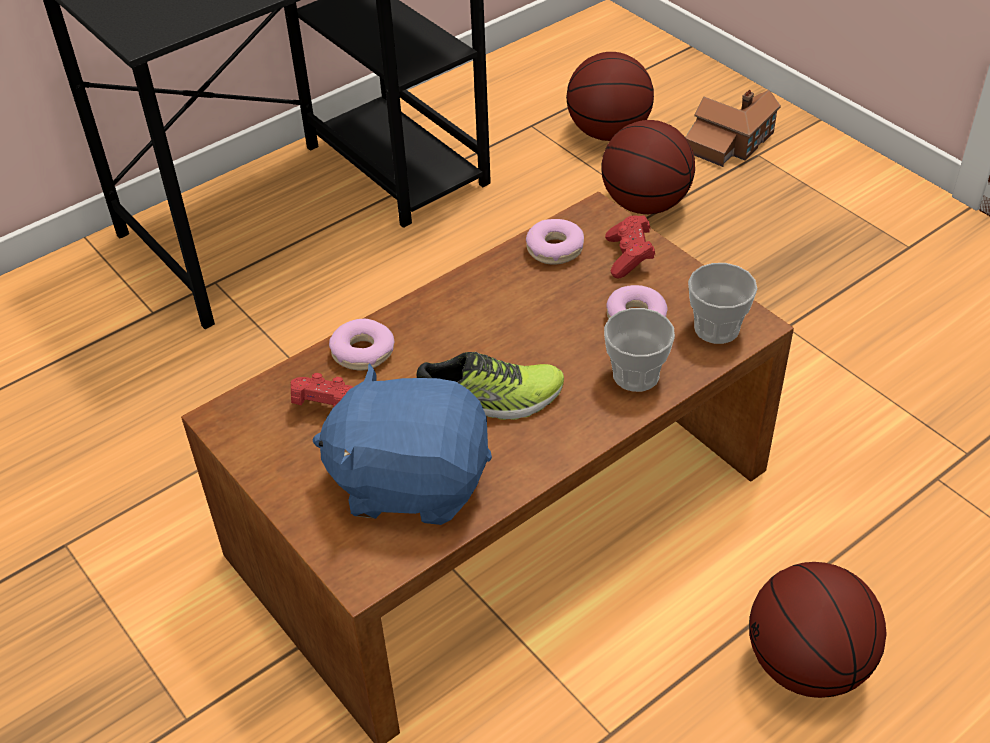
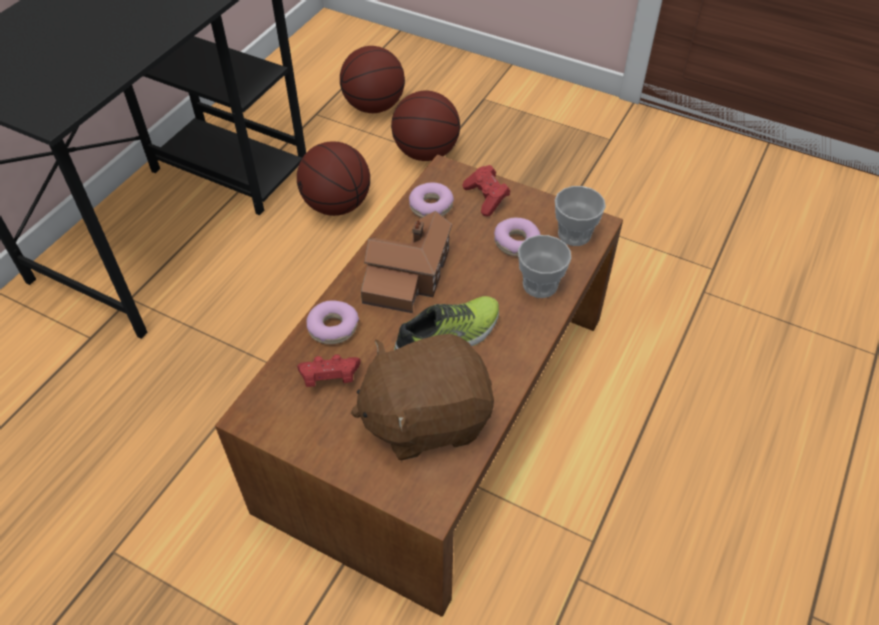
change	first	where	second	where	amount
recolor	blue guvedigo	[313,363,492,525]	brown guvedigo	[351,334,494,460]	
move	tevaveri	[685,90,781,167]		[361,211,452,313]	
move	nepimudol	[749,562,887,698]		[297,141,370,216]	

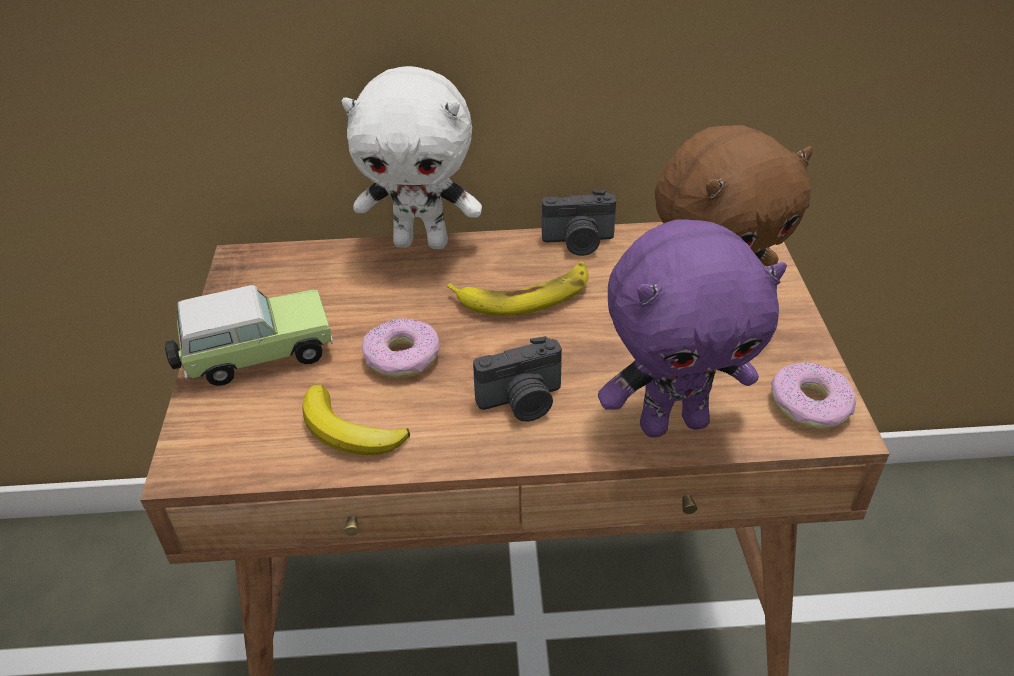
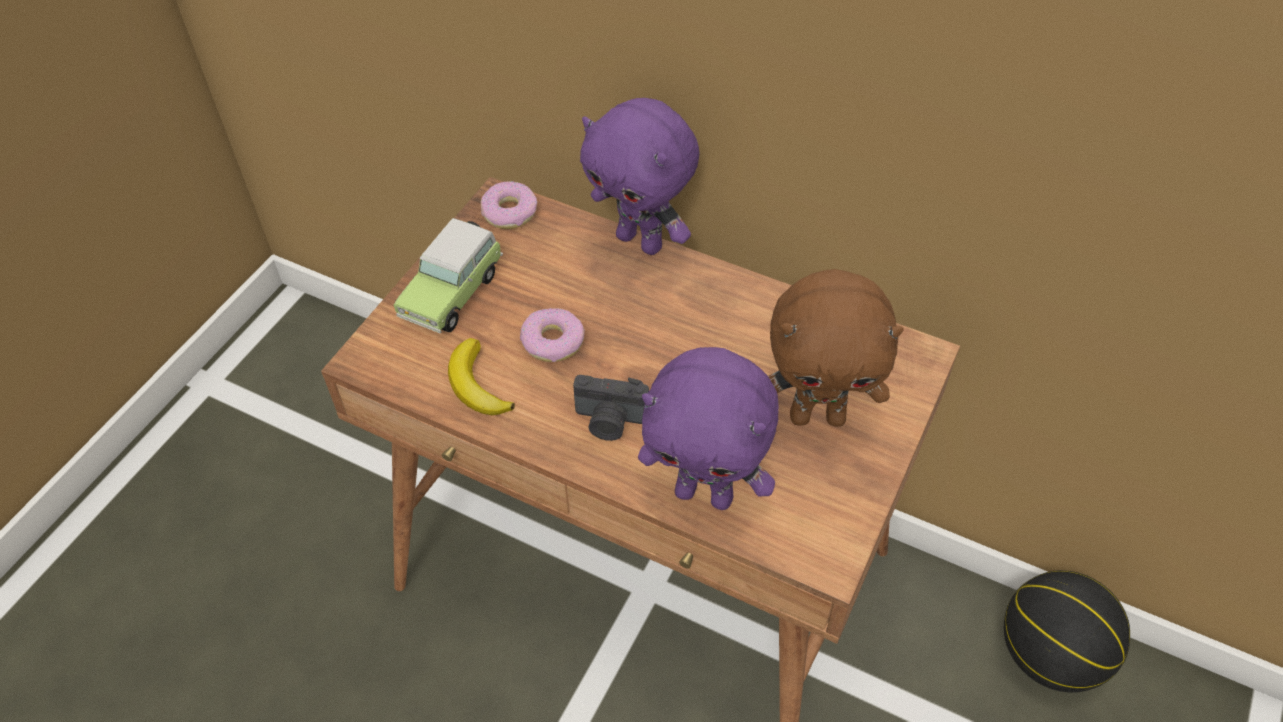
change	first	where	second	where	amount
rotate	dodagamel	[165,285,334,386]		[394,218,503,334]	105 degrees clockwise
recolor	white guvedigo	[342,66,482,249]	purple guvedigo	[580,98,699,255]	
delete	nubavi	[447,262,589,316]			
delete	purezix	[542,190,616,256]			
move	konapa	[771,362,856,430]		[481,181,537,229]	
insert			nepimudol	[1004,570,1130,693]	

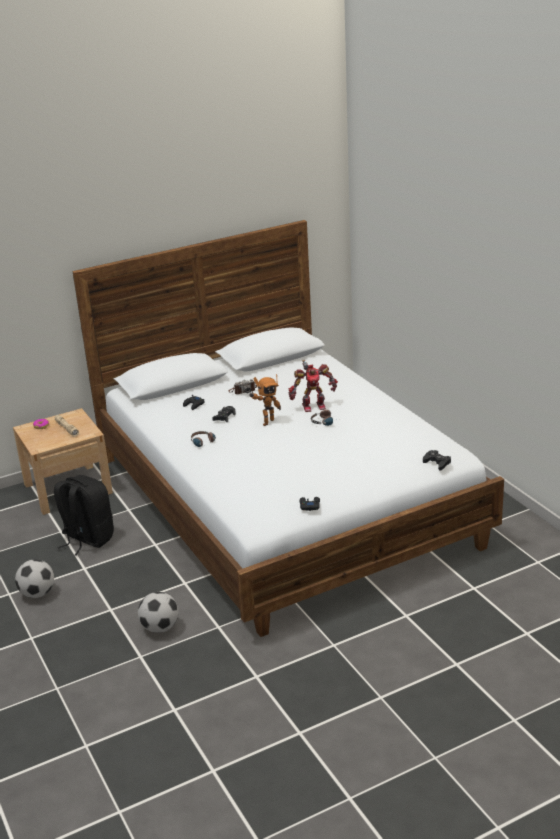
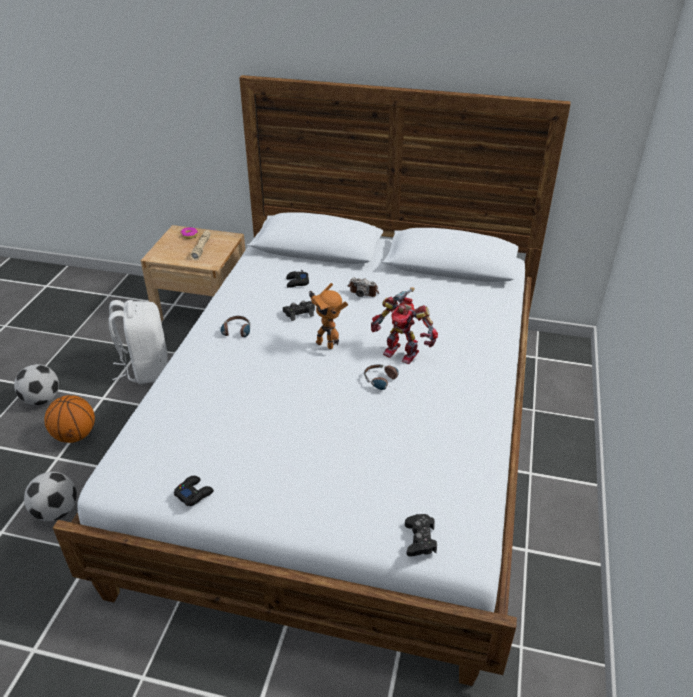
change	first	where	second	where	amount
recolor	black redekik	[54,475,114,556]	white redekik	[109,300,168,384]	
rotate	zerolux	[249,374,281,426]		[308,283,348,349]	45 degrees clockwise
insert			nepimudol	[44,395,95,443]	

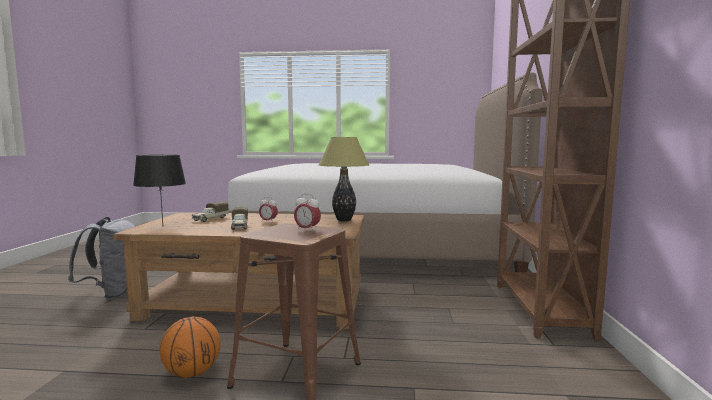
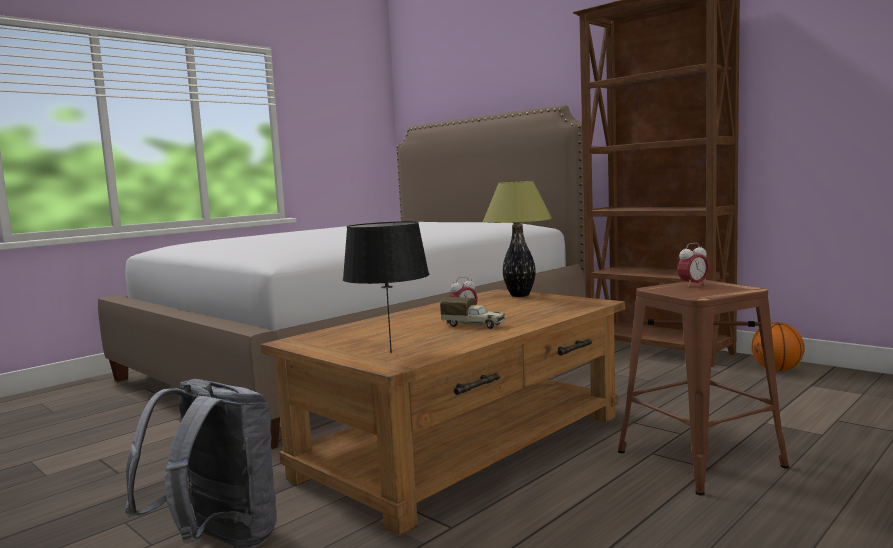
change	first	where	second	where	amount
move	nepimudol	[160,317,221,378]		[751,322,805,371]	
delete	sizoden	[192,201,229,222]			

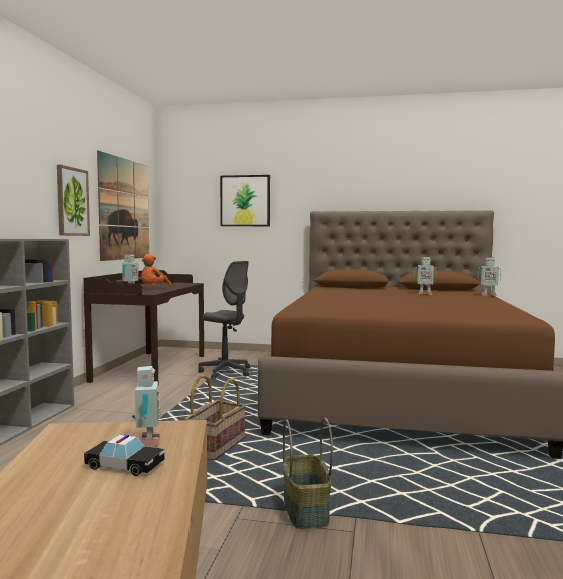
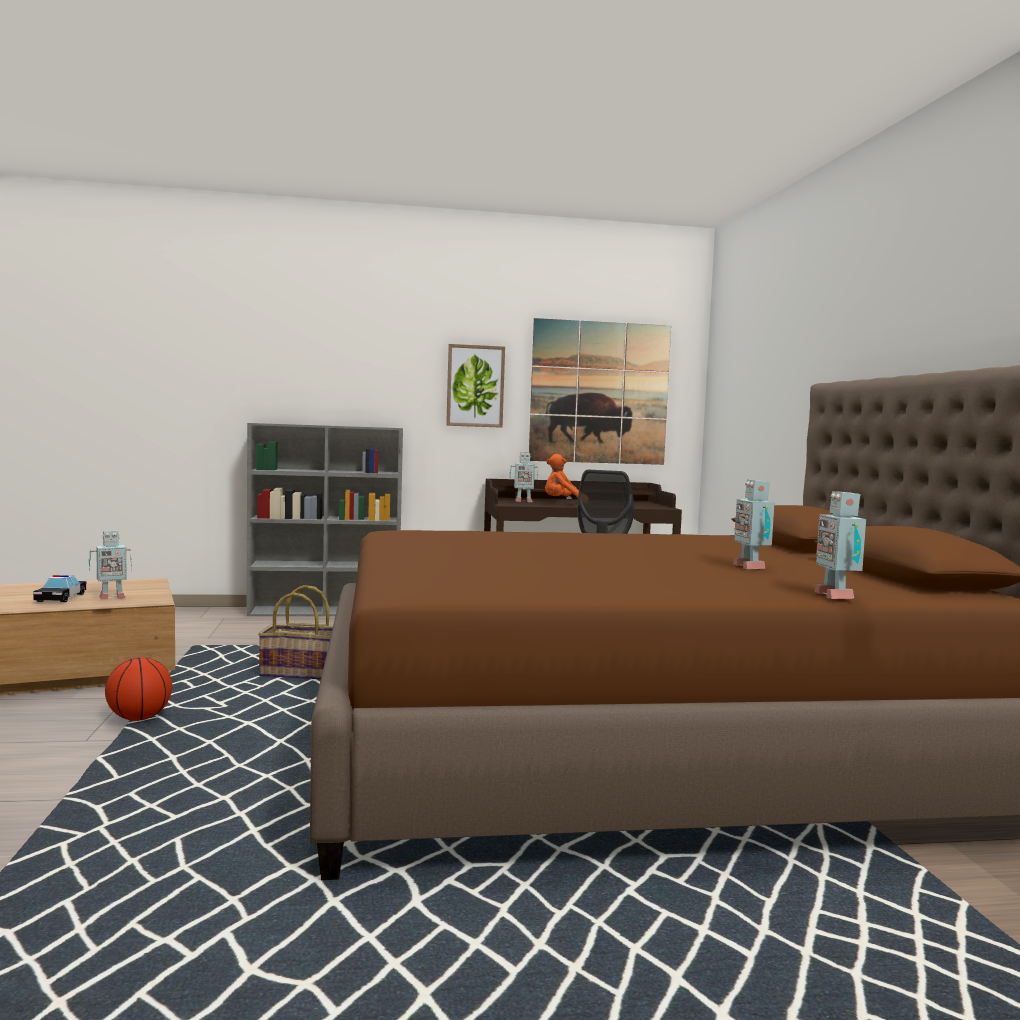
change	first	where	second	where	amount
delete	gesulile	[220,175,270,226]			
replace	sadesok	[283,418,333,529]	nepimudol	[105,657,172,721]	

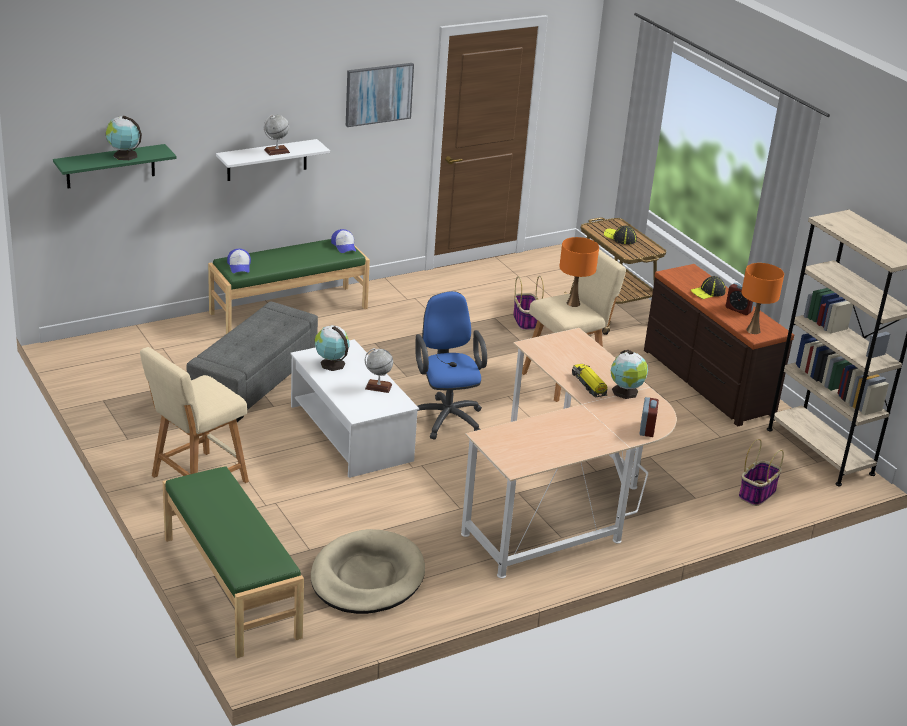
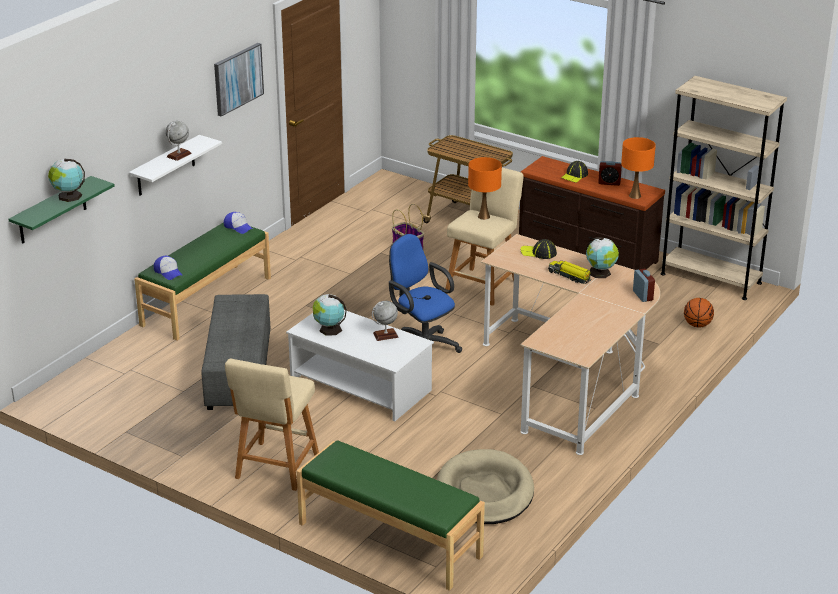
change	first	where	second	where	amount
move	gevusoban	[604,226,637,245]		[521,239,557,259]	
replace	sadesok	[739,439,784,506]	nepimudol	[684,298,714,327]	

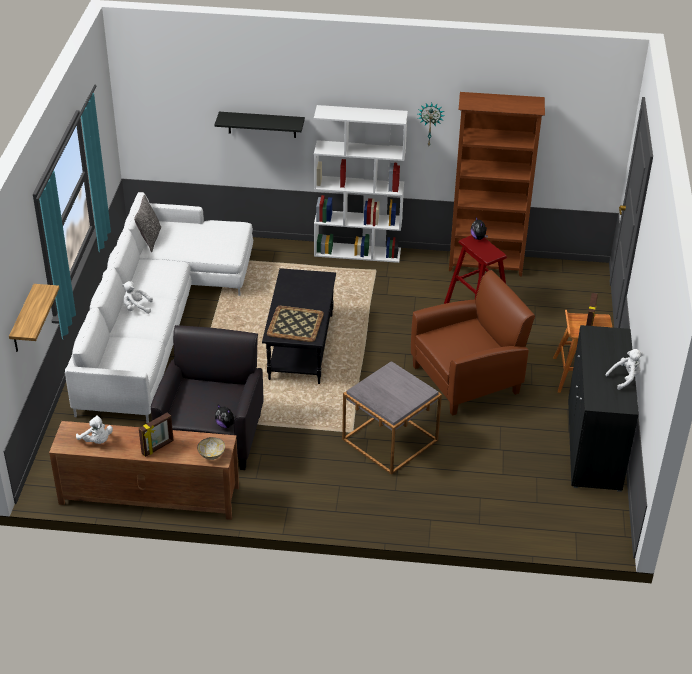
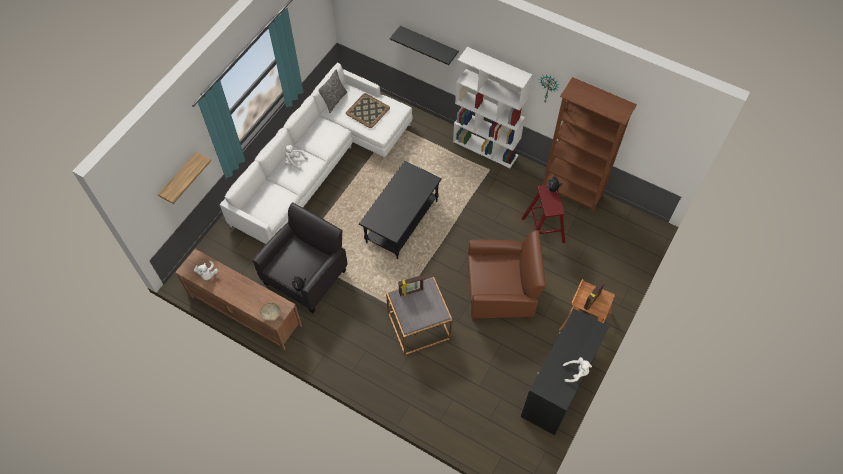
change	first	where	second	where	amount
move	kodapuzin	[139,412,174,457]		[398,275,423,296]	
move	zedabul	[267,306,324,342]		[346,93,390,128]	

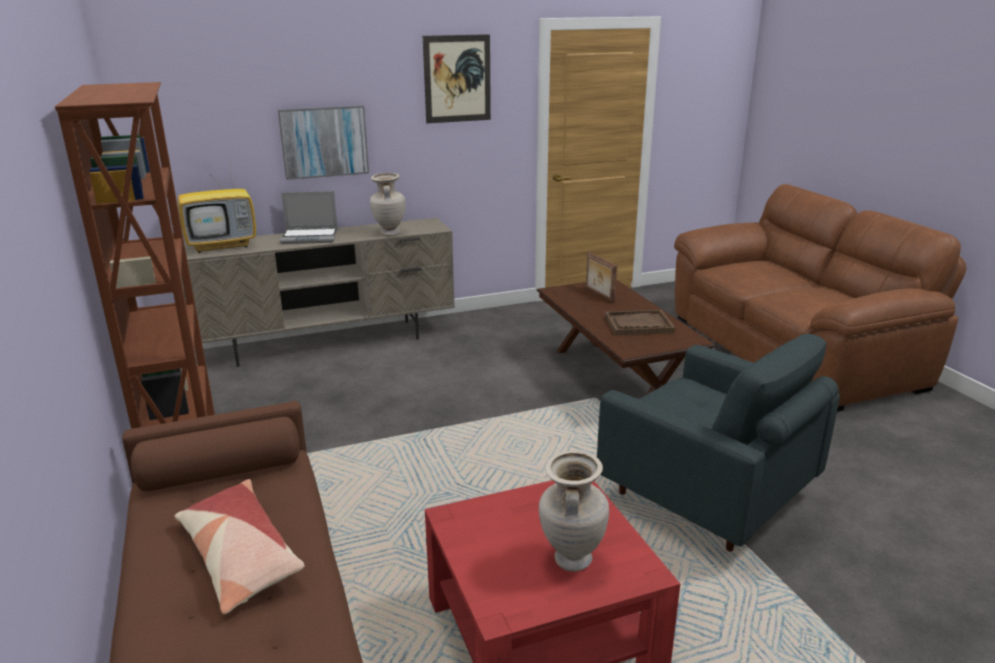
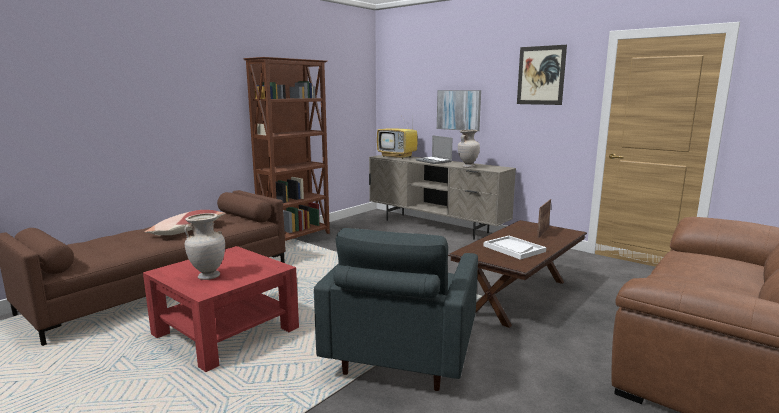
change	first	where	second	where	amount
recolor	brown zedabul	[605,310,675,336]	white zedabul	[484,236,546,260]	

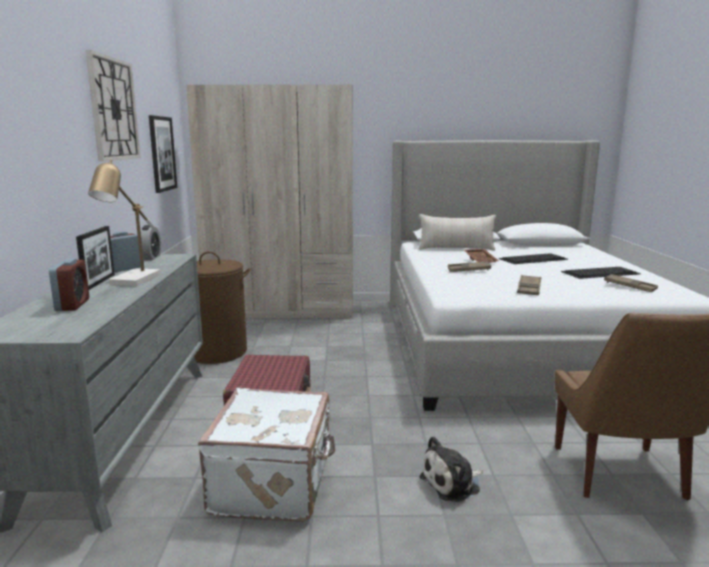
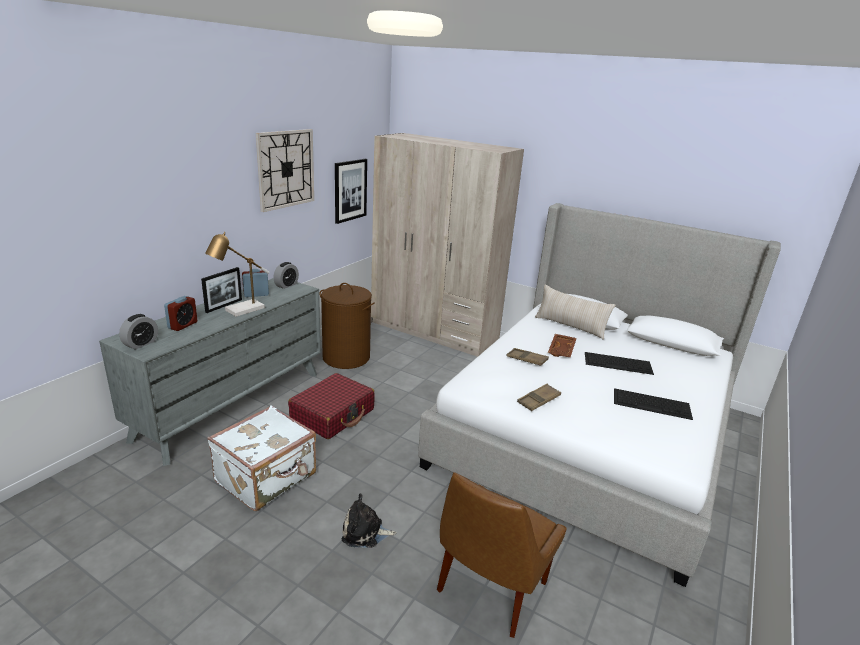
change	first	where	second	where	amount
delete	brown zedabul	[604,274,658,292]			
insert			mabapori	[119,314,158,350]	

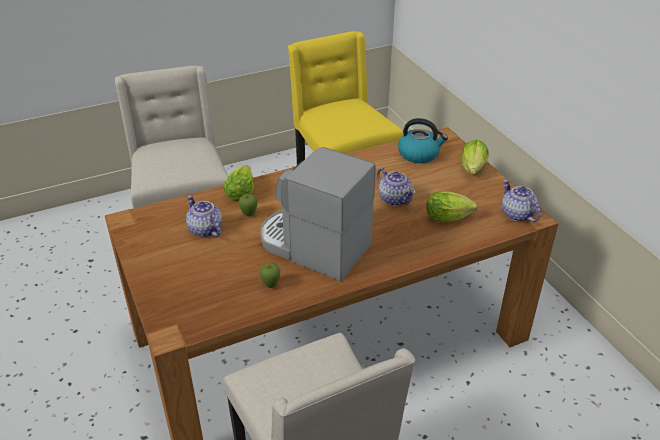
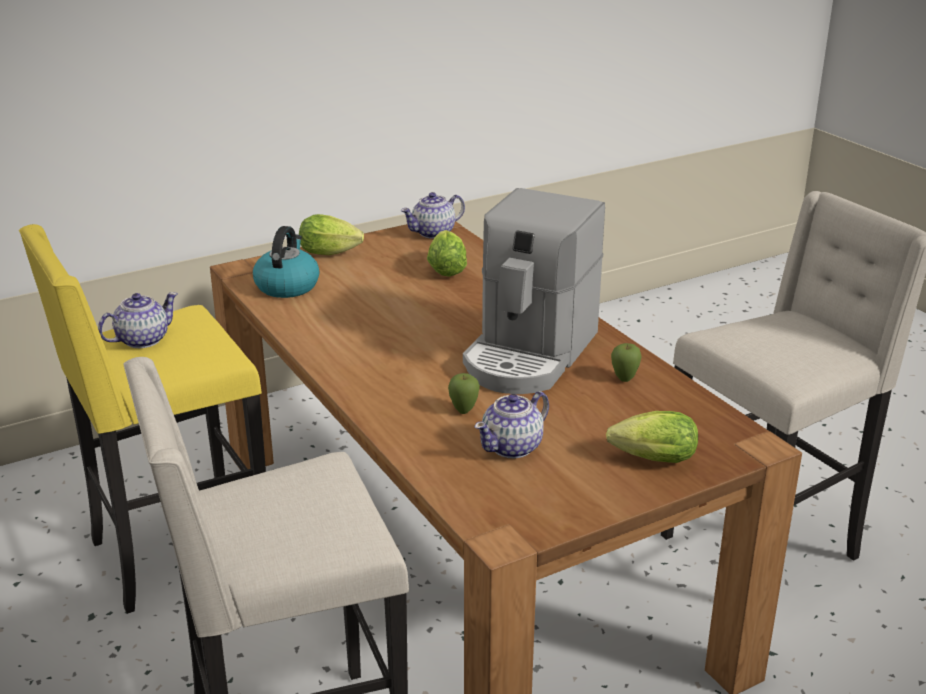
change	first	where	second	where	amount
move	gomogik	[223,165,254,202]		[606,411,698,463]	
move	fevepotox	[377,168,416,206]		[98,292,178,348]	

